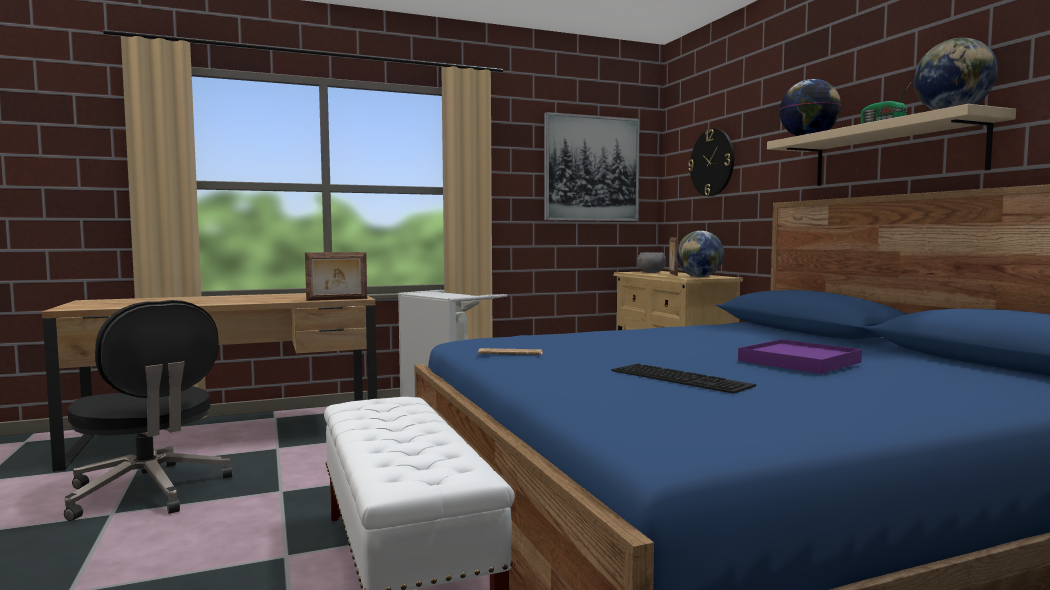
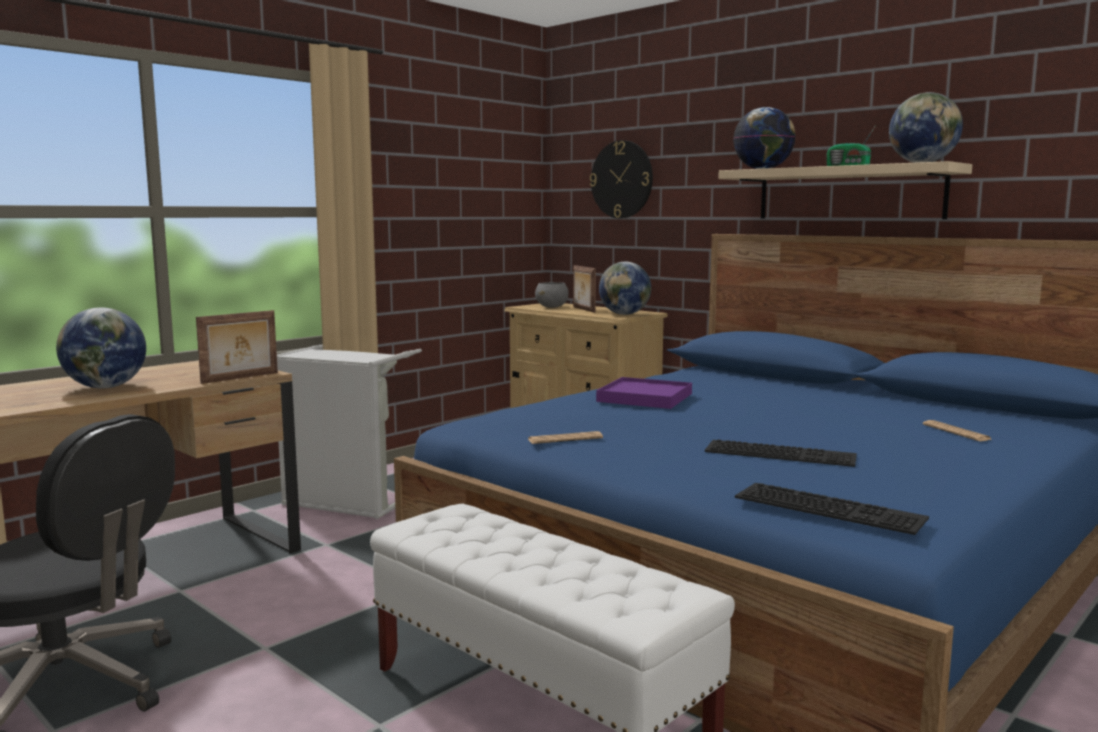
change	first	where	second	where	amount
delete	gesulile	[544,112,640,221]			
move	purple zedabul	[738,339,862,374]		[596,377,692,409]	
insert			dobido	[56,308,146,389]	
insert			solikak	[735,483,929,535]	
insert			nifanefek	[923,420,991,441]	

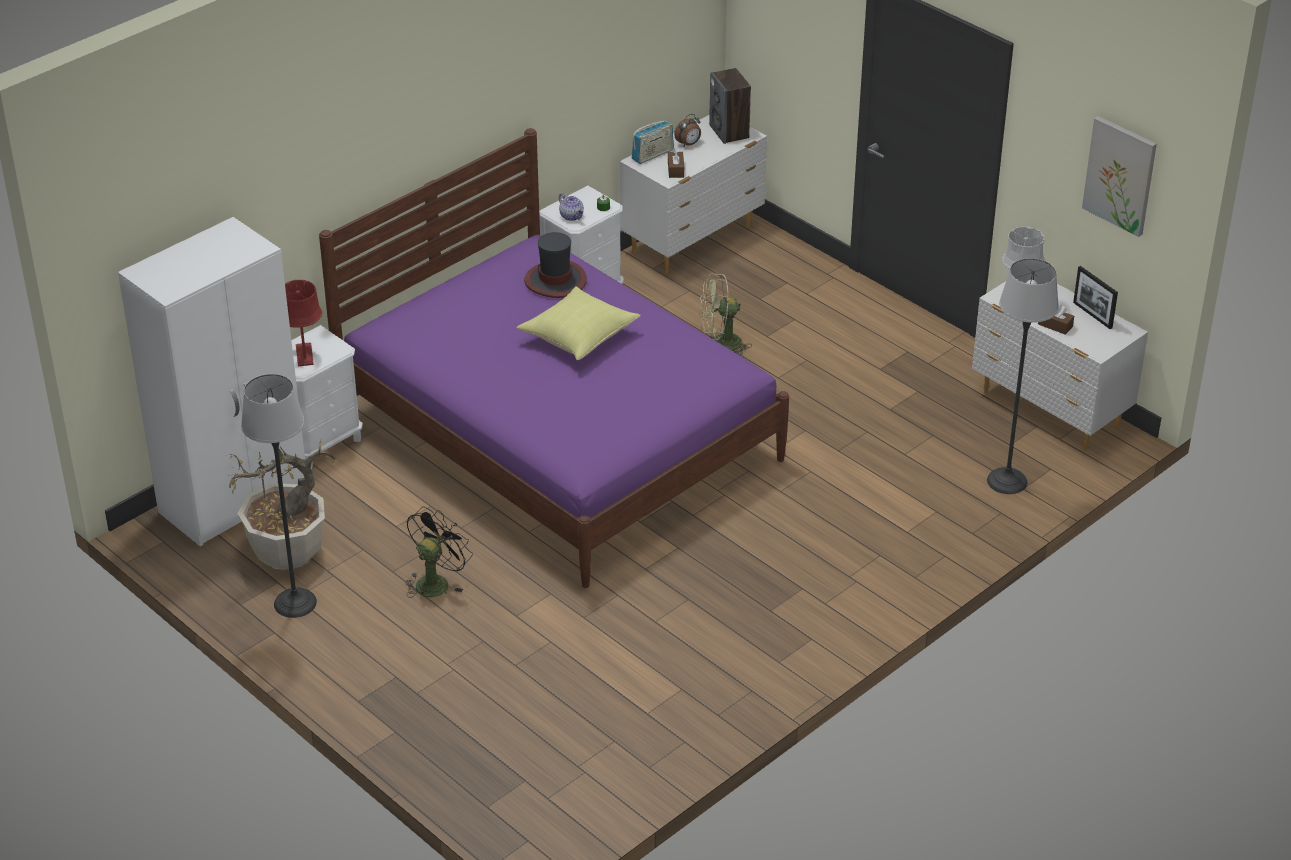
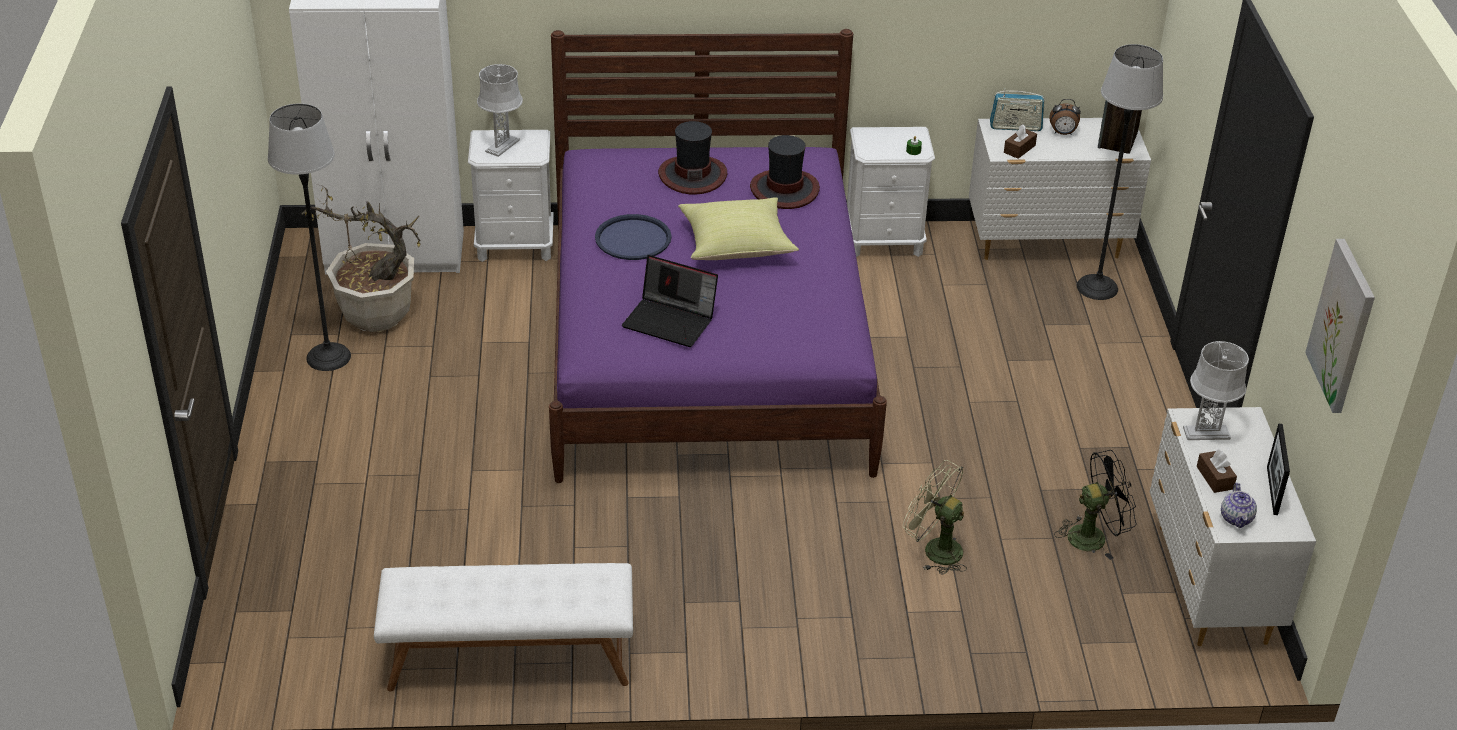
change	first	where	second	where	amount
recolor	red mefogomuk	[285,280,322,366]	grey mefogomuk	[477,64,523,157]	
move	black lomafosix	[405,507,473,598]		[1054,450,1137,560]	
move	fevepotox	[559,193,584,221]		[1221,483,1257,528]	
move	green lomafosix	[699,274,752,356]		[903,460,967,575]	
move	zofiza	[987,258,1059,494]		[1077,44,1163,300]	
insert			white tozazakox	[374,563,633,692]	
insert			blue zedabul	[595,214,672,260]	
insert			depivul	[622,255,718,347]	
insert			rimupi	[658,121,727,195]	

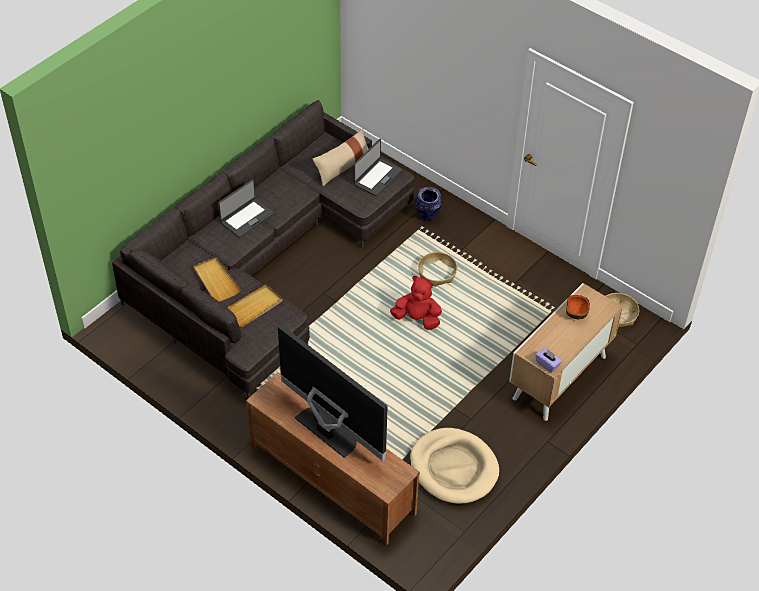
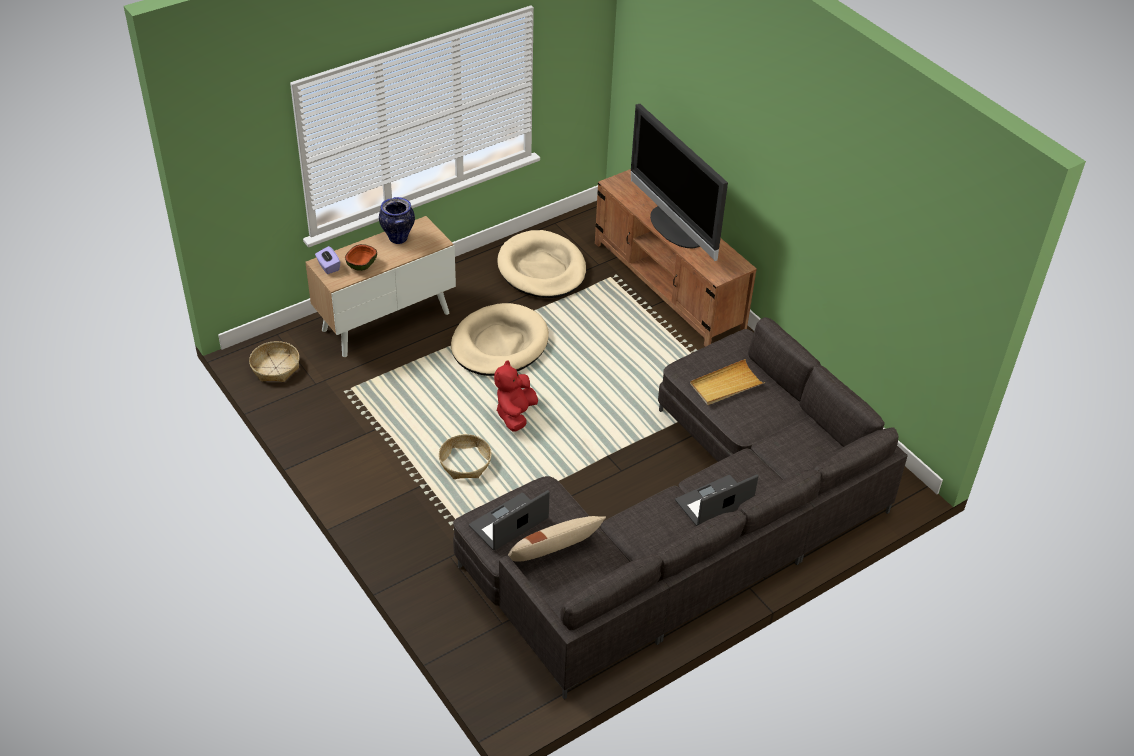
change	first	where	second	where	amount
delete	beige zedabul	[194,257,241,301]			
rotate	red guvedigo	[390,276,442,330]		[494,360,538,432]	75 degrees clockwise
move	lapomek	[415,187,442,221]		[379,197,415,244]	
move	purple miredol	[535,349,562,373]		[315,246,340,274]	
insert			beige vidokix	[451,303,549,376]	

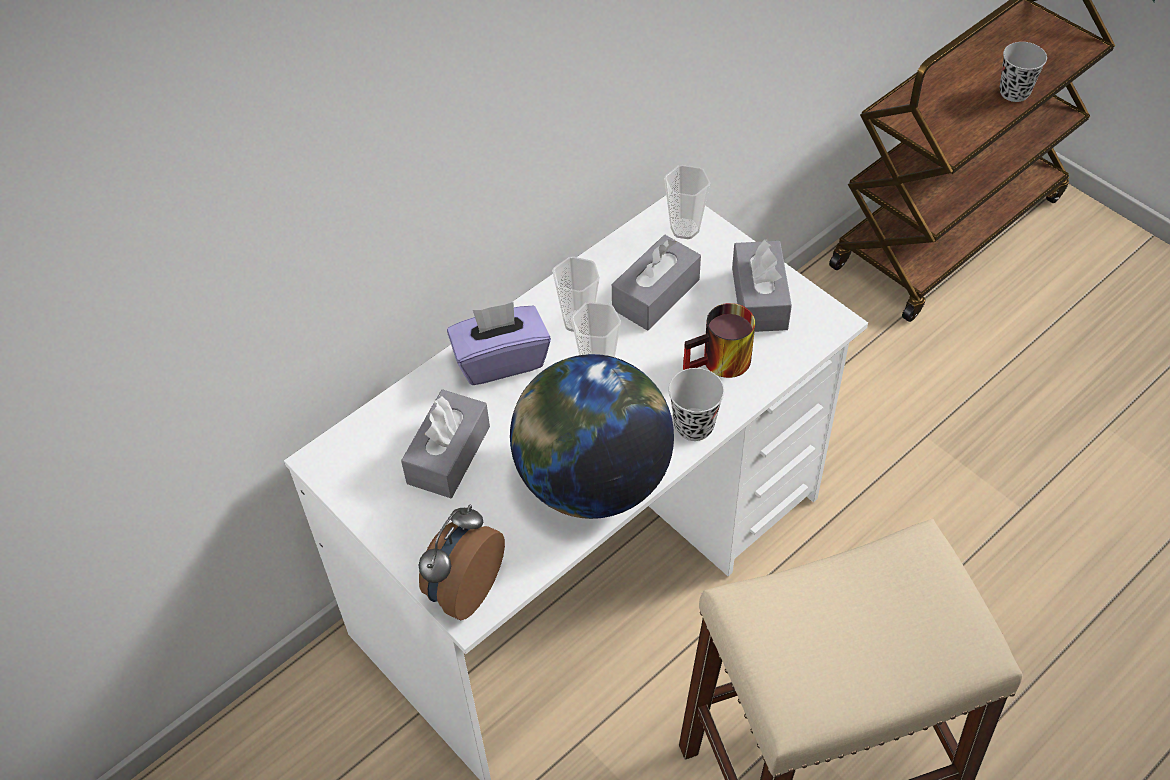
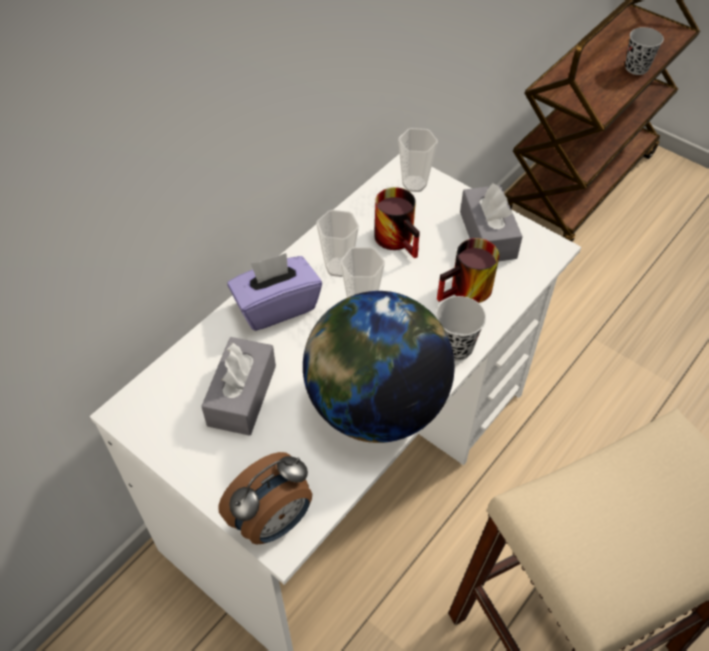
change	first	where	second	where	amount
rotate	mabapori	[419,505,505,620]		[218,452,312,545]	150 degrees counterclockwise
replace	grey miredol	[612,235,701,330]	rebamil	[374,187,420,258]	

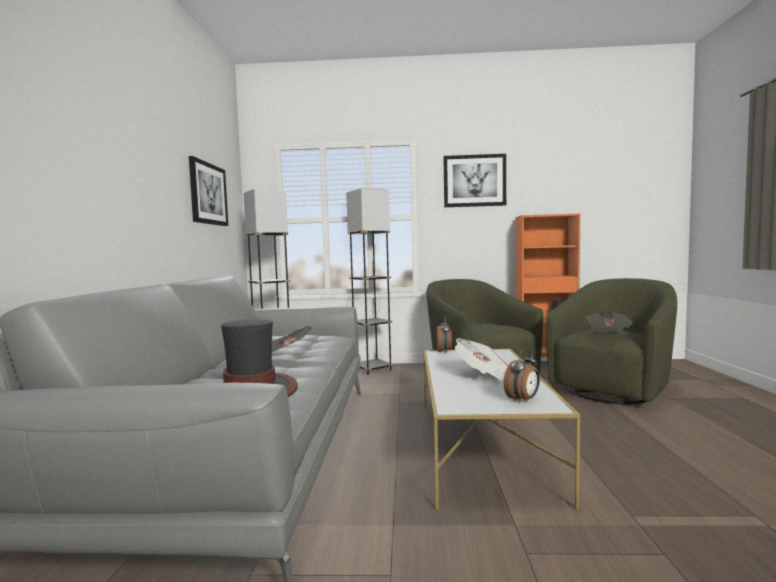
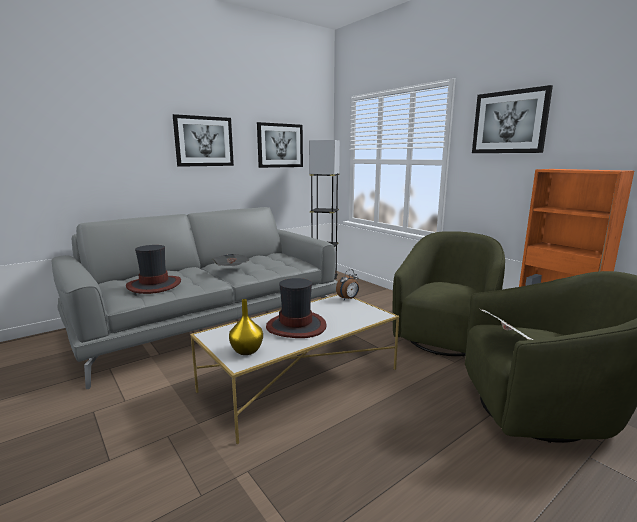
change	first	where	second	where	amount
delete	grey zofiza	[346,188,393,375]			
replace	nifanefek	[455,338,508,381]	rimupi	[266,278,327,338]	
replace	mabapori	[504,348,540,403]	yellow lapomek	[229,299,263,355]	
insert			gesulile	[173,114,234,167]	

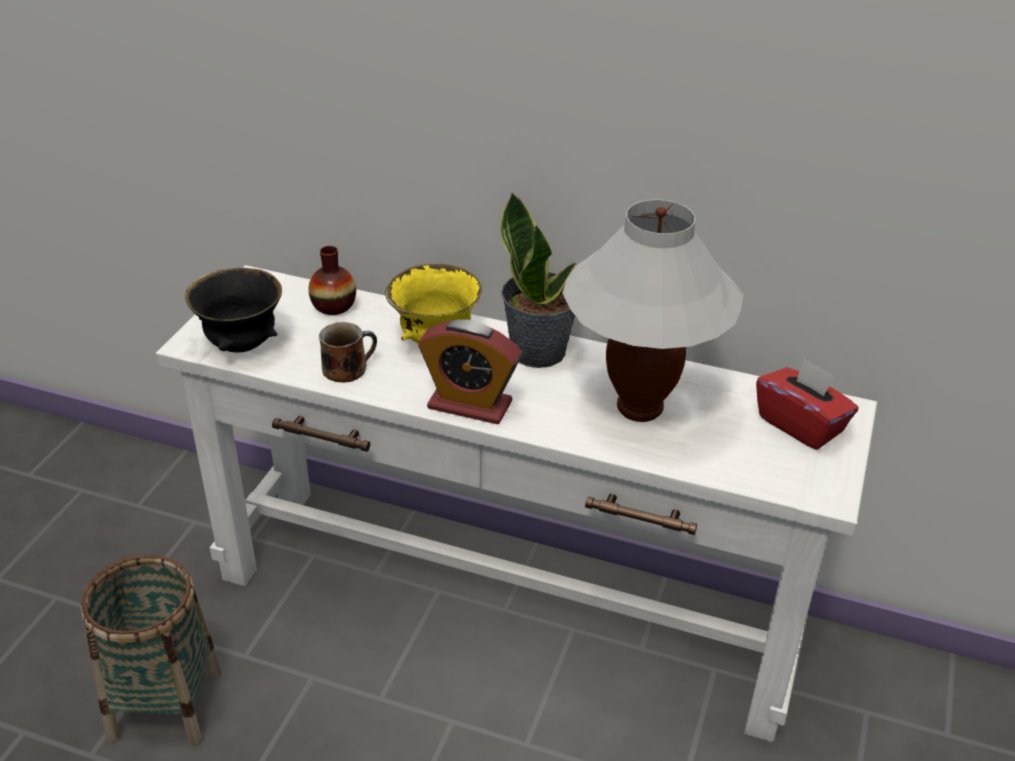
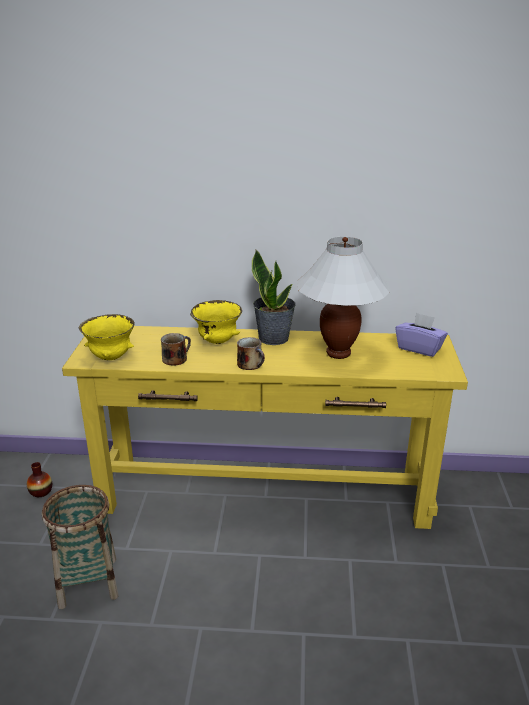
change	first	where	second	where	amount
recolor	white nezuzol	[156,265,878,742]	yellow nezuzol	[62,326,468,529]	
recolor	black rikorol	[185,268,282,353]	yellow rikorol	[78,314,135,360]	
move	lapomek	[308,246,356,315]		[27,462,52,497]	
replace	mabapori	[418,320,522,424]	rebamil	[237,337,265,370]	
recolor	red miredol	[756,358,859,450]	purple miredol	[395,313,448,357]	

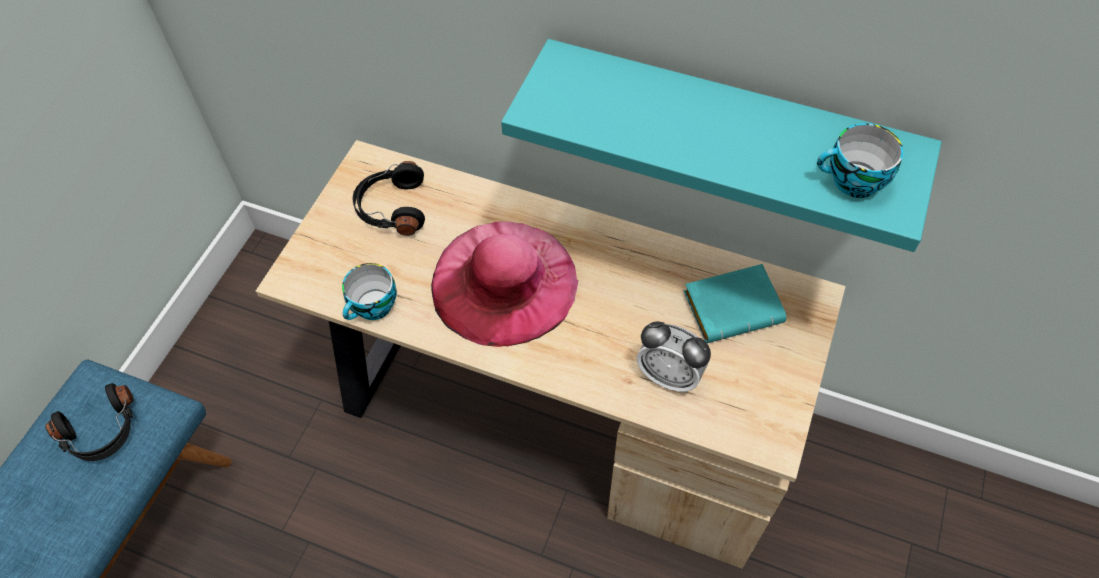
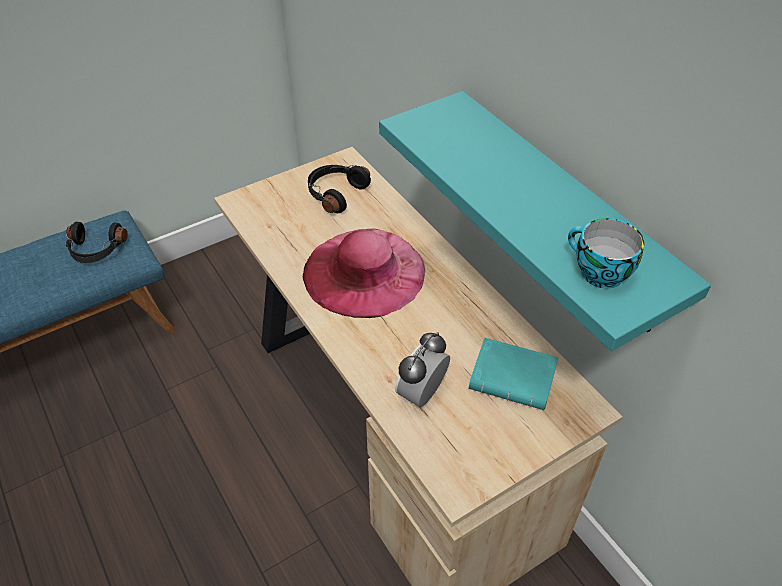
change	first	where	second	where	amount
delete	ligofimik	[342,263,397,320]			
rotate	mabapori	[637,321,711,393]		[395,332,450,407]	60 degrees clockwise

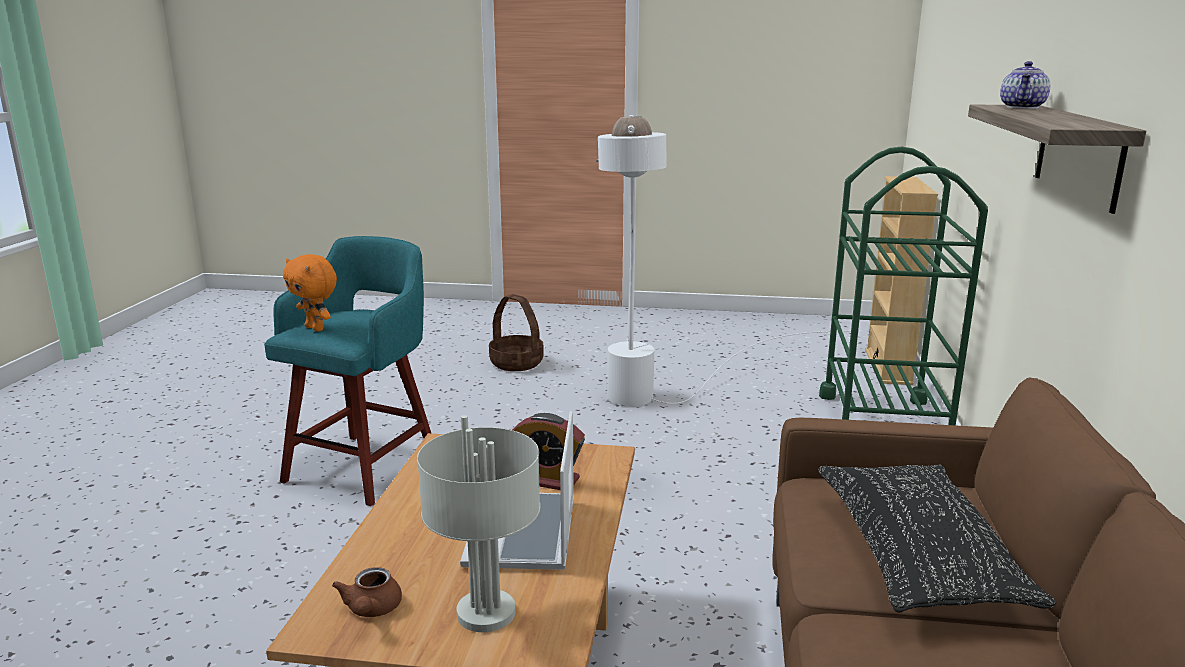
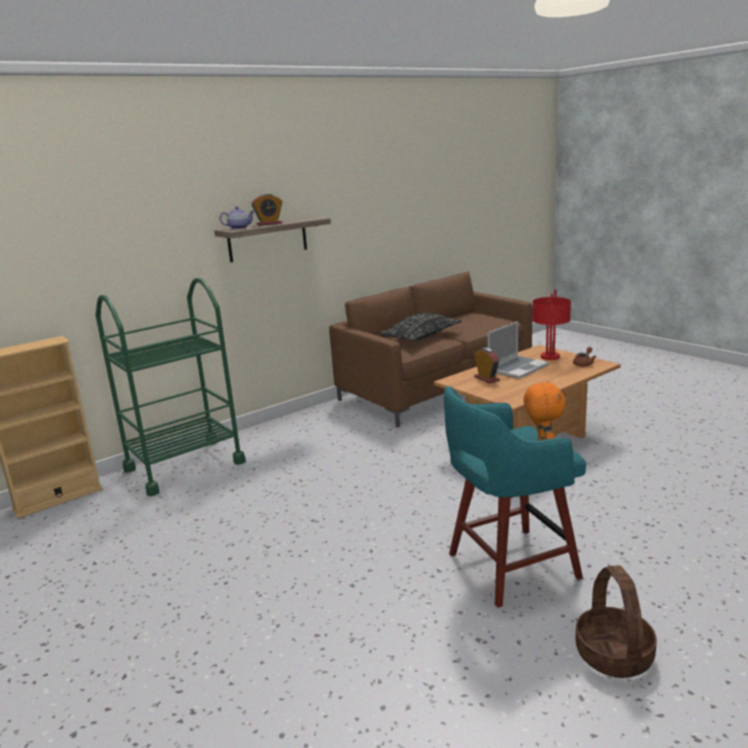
change	first	where	second	where	amount
recolor	grey mefogomuk	[417,415,540,632]	red mefogomuk	[532,289,571,360]	
move	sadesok	[489,294,544,371]		[575,565,657,678]	
delete	white zofiza	[598,115,851,406]			
insert			mabapori	[251,194,282,226]	

